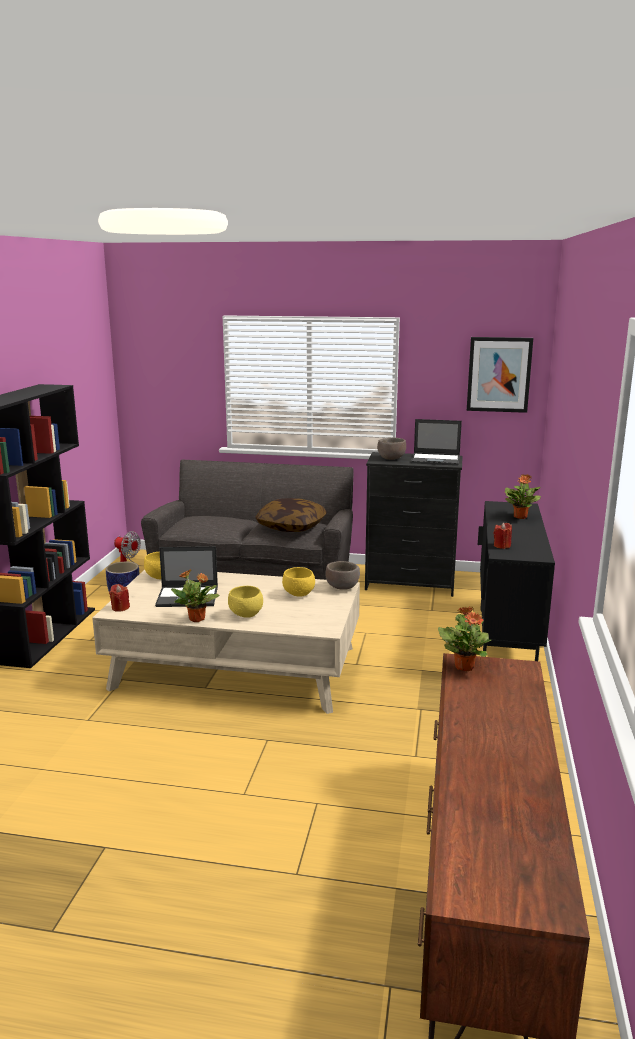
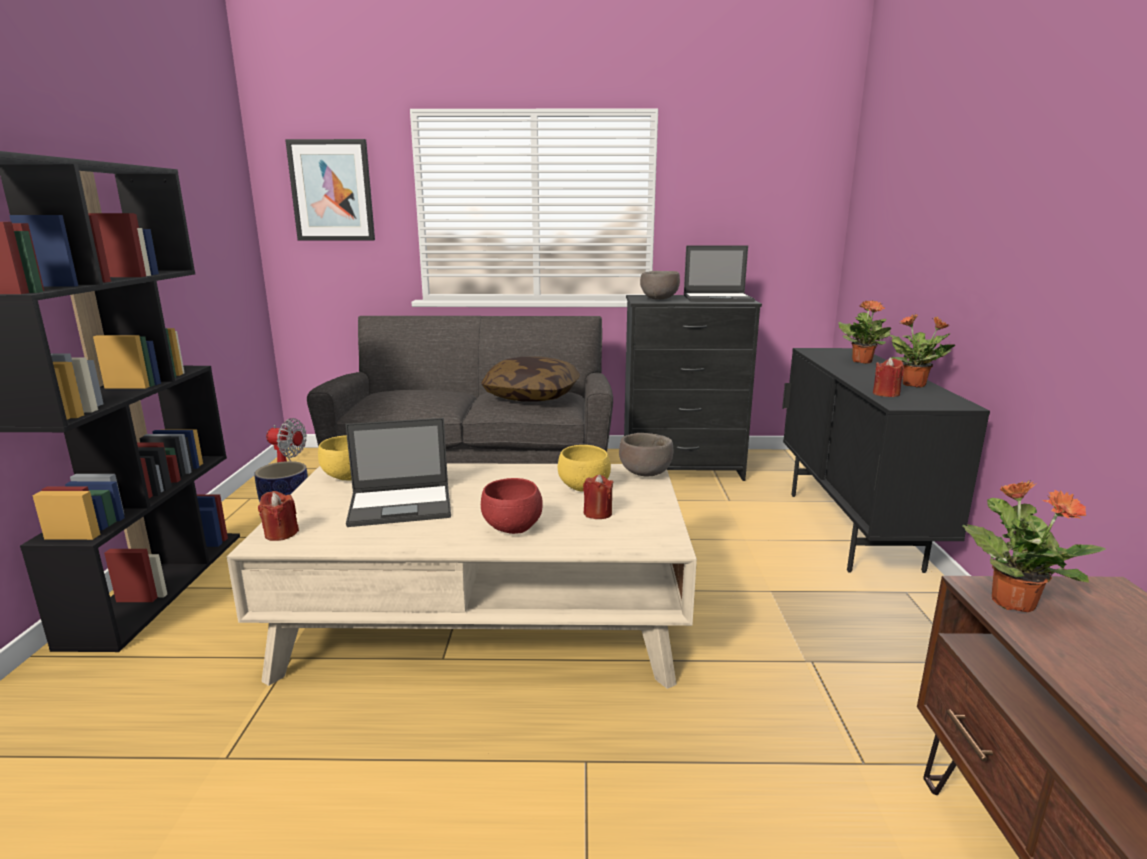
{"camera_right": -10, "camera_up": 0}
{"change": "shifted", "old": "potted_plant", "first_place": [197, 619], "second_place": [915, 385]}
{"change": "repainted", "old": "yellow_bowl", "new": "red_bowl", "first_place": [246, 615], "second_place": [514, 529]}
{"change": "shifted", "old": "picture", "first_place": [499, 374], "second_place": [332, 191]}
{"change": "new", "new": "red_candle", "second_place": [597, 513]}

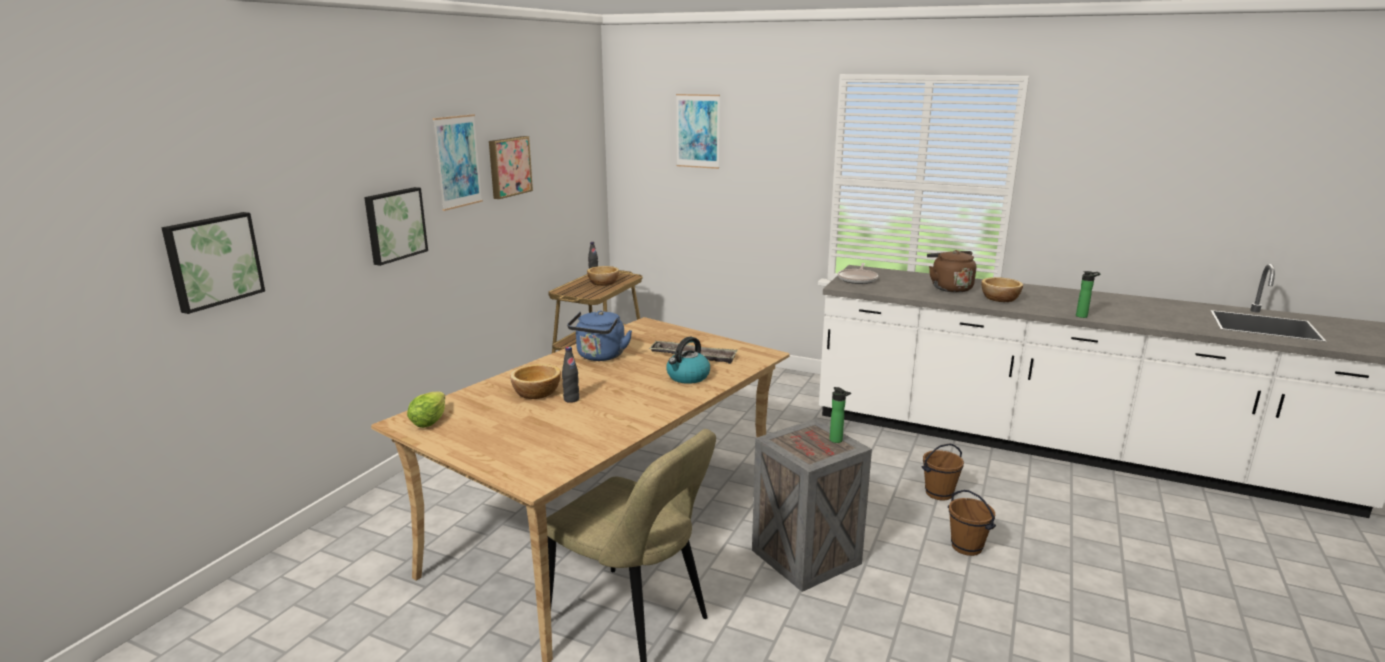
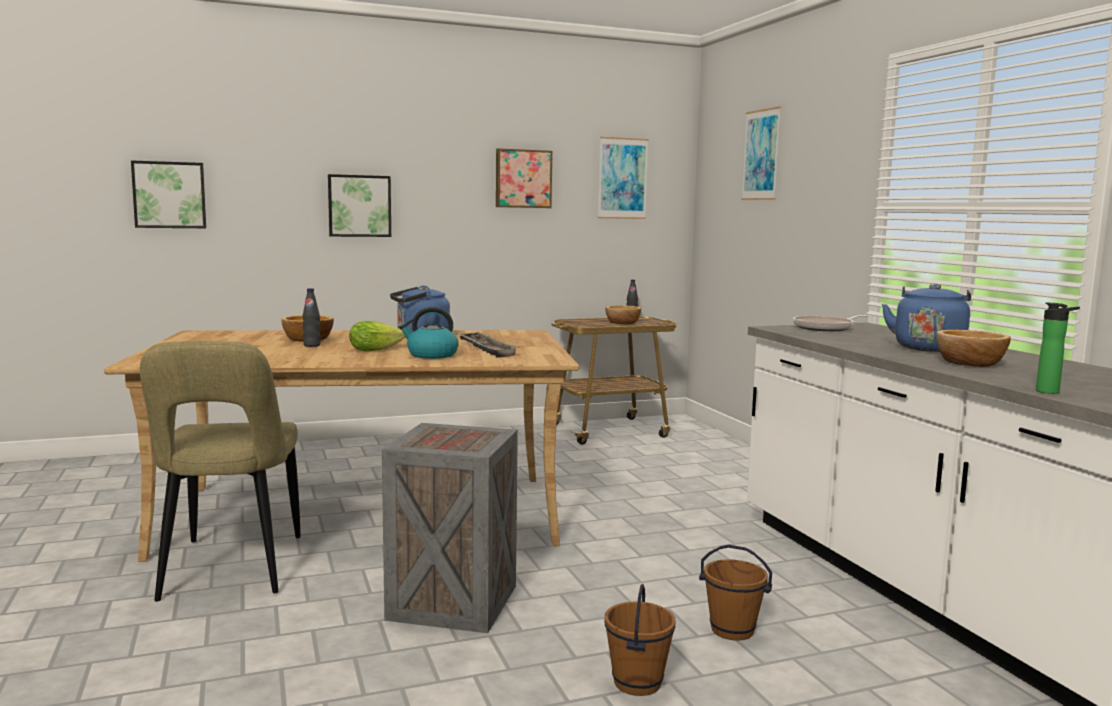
{"camera_right": 45, "camera_up": -10}
{"change": "shifted", "old": "lettuce", "first_place": [431, 419], "second_place": [378, 349]}
{"change": "shifted", "old": "picture", "first_place": [457, 161], "second_place": [622, 178]}
{"change": "gone", "old": "bottle", "first_place": [837, 441]}
{"change": "repainted", "old": "brown_kettle", "new": "blue_kettle", "first_place": [949, 288], "second_place": [928, 348]}

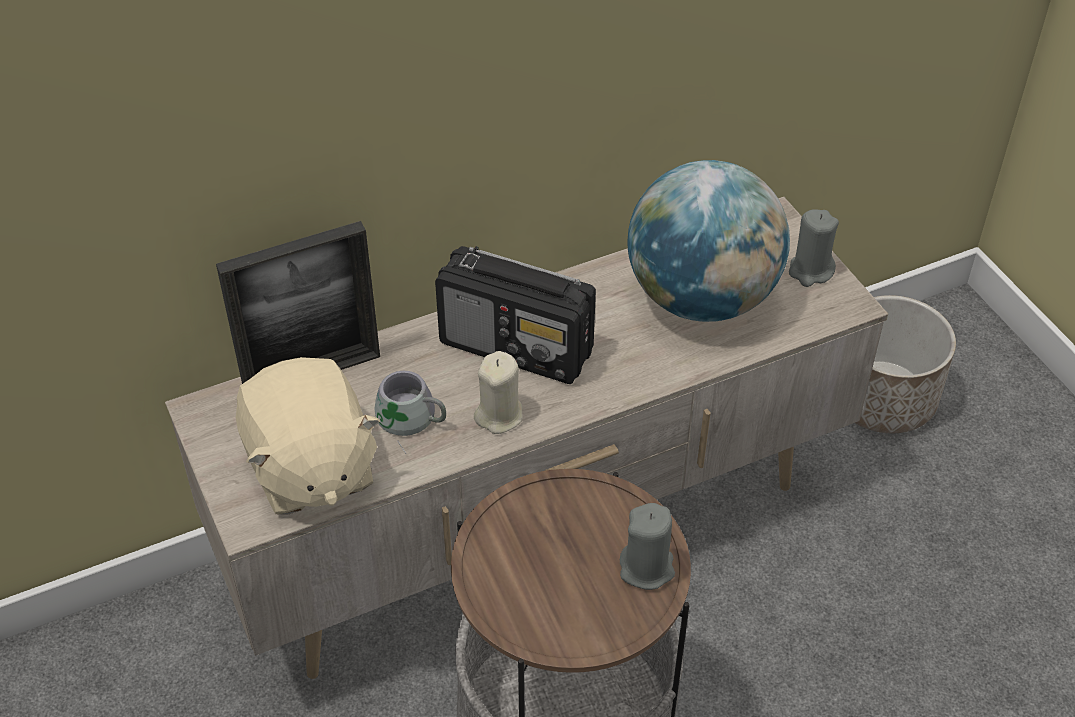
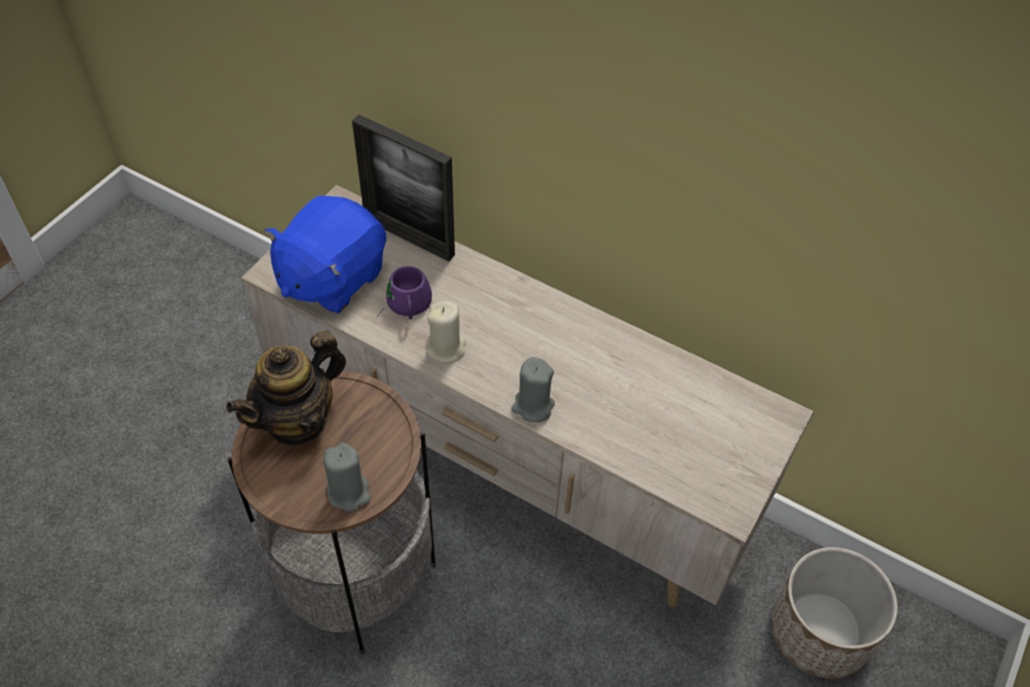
{"camera_right": 55, "camera_up": 5}
{"change": "repainted", "old": "beige_plush_toy", "new": "blue_plush_toy", "first_place": [310, 469], "second_place": [331, 278]}
{"change": "repainted", "old": "grey_mug", "new": "purple_mug", "first_place": [409, 422], "second_place": [404, 305]}
{"change": "gone", "old": "radio", "first_place": [517, 348]}
{"change": "gone", "old": "globe", "first_place": [701, 298]}
{"change": "shifted", "old": "grey_candle", "first_place": [810, 271], "second_place": [533, 406]}
{"change": "new", "new": "teapot", "second_place": [298, 421]}

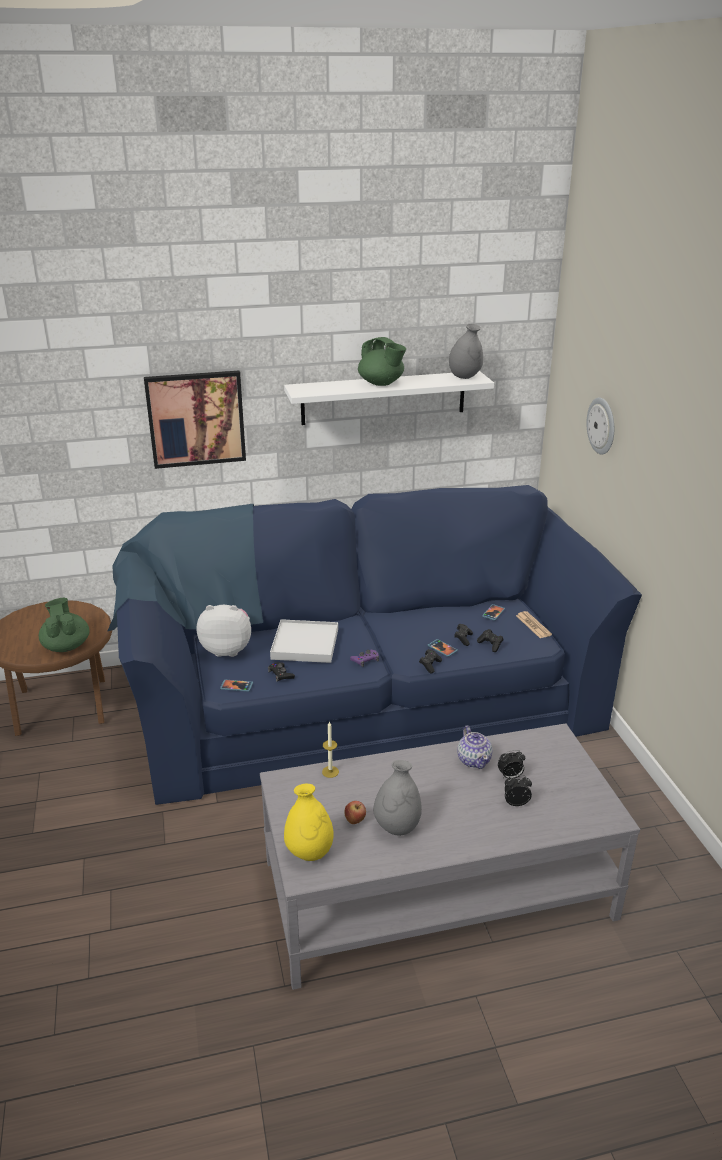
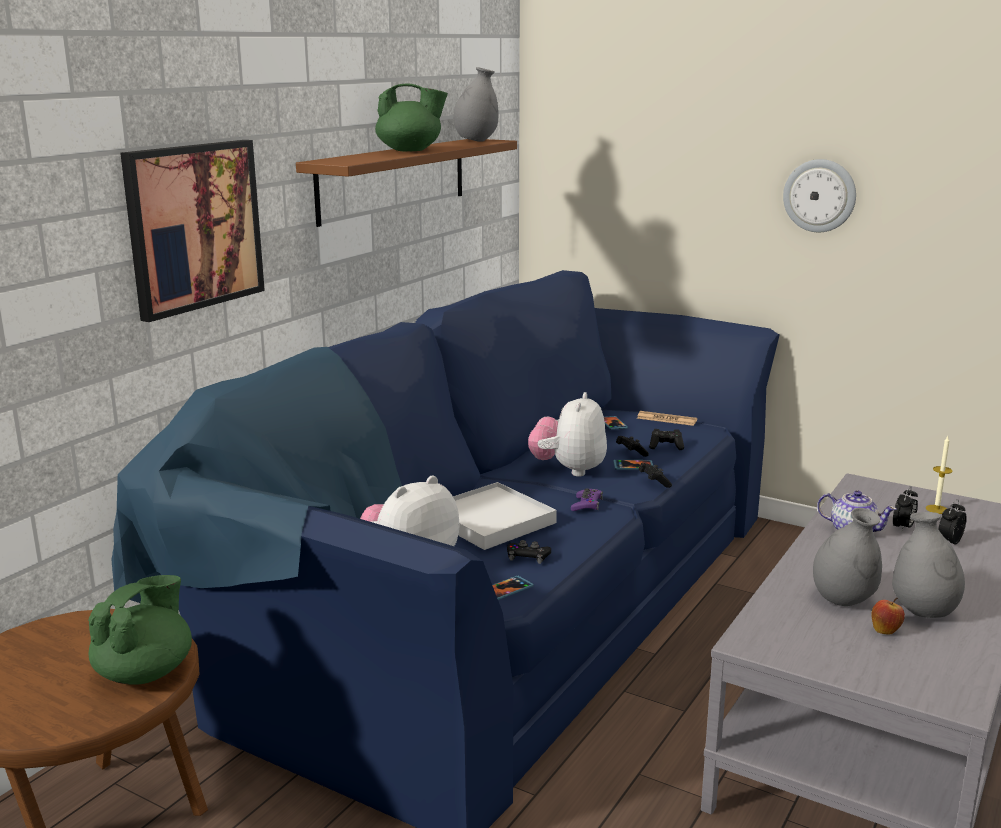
{"camera_right": -45, "camera_up": -10}
{"change": "rotated", "old": "green_teapot", "first_place": [66, 646], "second_place": [146, 672], "degrees": 90}
{"change": "repainted", "old": "white_shelf", "new": "brown_shelf", "first_place": [383, 398], "second_place": [393, 179]}
{"change": "gone", "old": "yellow_vase", "first_place": [309, 852]}
{"change": "shifted", "old": "candle", "first_place": [330, 772], "second_place": [936, 509]}
{"change": "shifted", "old": "wall_clock", "first_place": [602, 425], "second_place": [819, 195]}
{"change": "new", "new": "plush_toy", "second_place": [569, 470]}
{"change": "new", "new": "grey_vase", "second_place": [843, 600]}

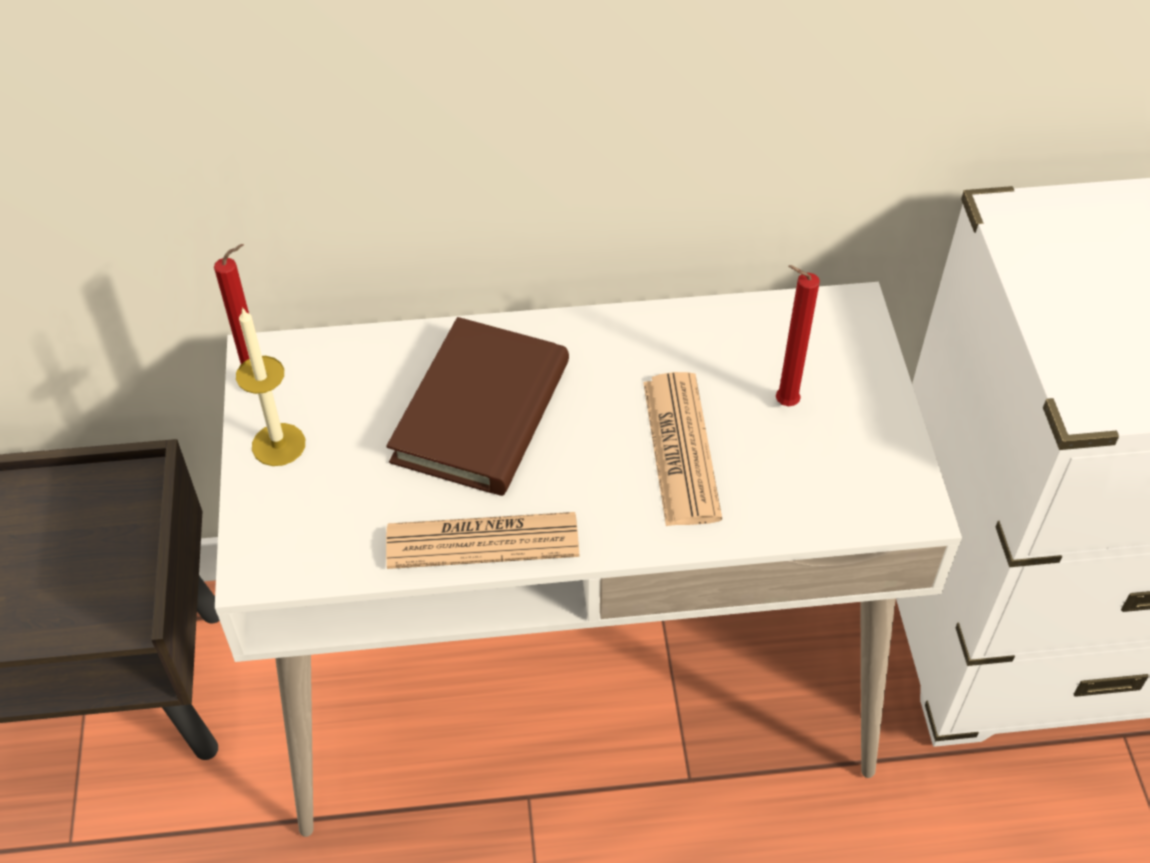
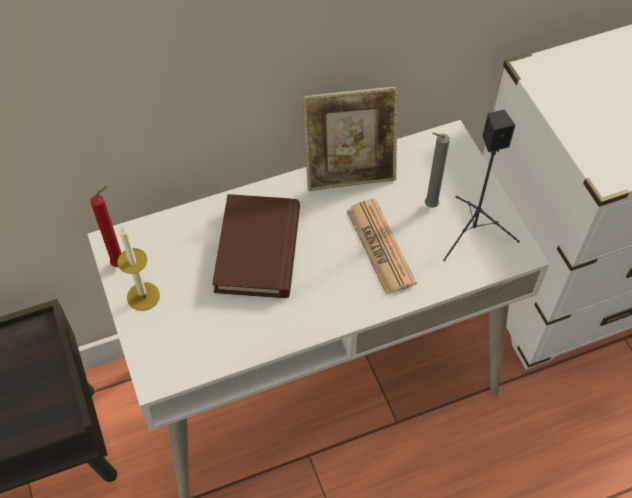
{"camera_right": -15, "camera_up": 5}
{"change": "gone", "old": "newspaper", "first_place": [482, 541]}
{"change": "repainted", "old": "red_candle", "new": "grey_candle", "first_place": [782, 403], "second_place": [428, 206]}
{"change": "new", "new": "picture_frame", "second_place": [349, 172]}
{"change": "new", "new": "black_speaker", "second_place": [474, 232]}

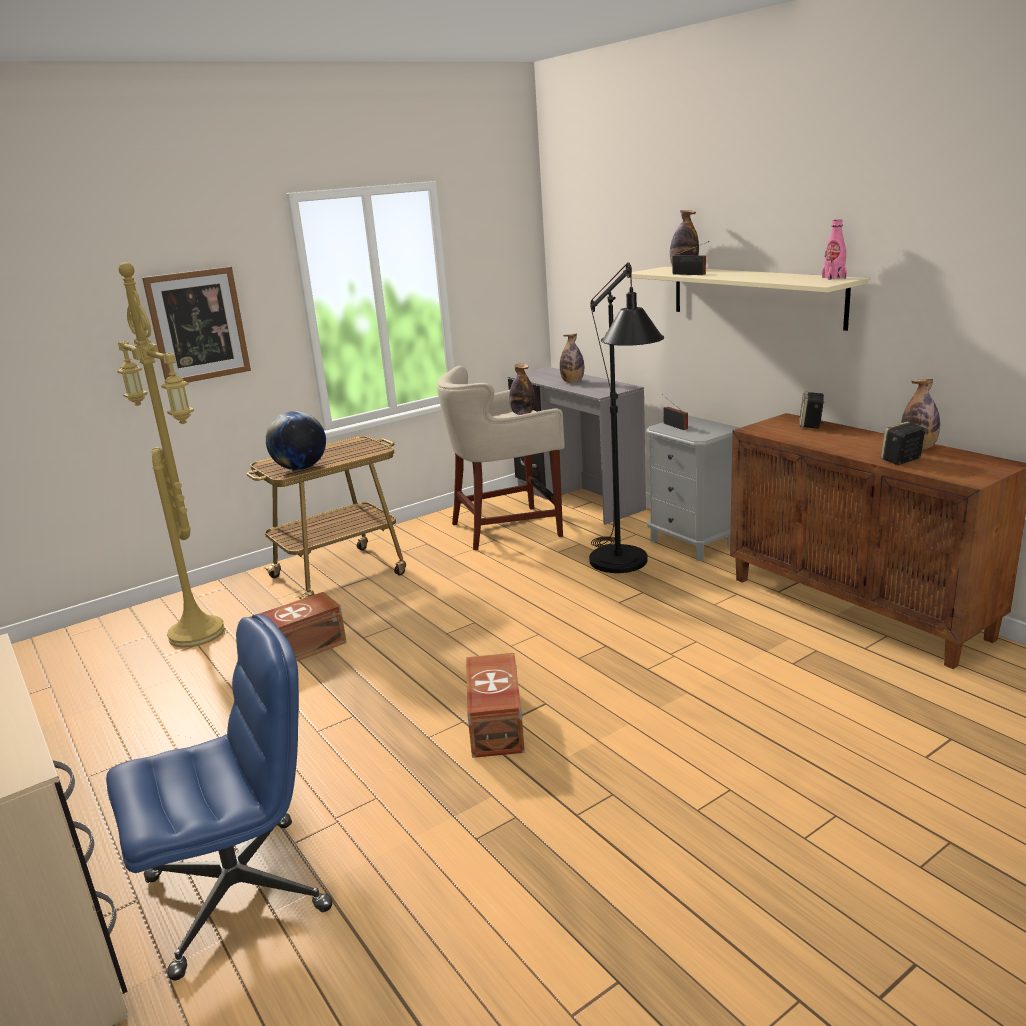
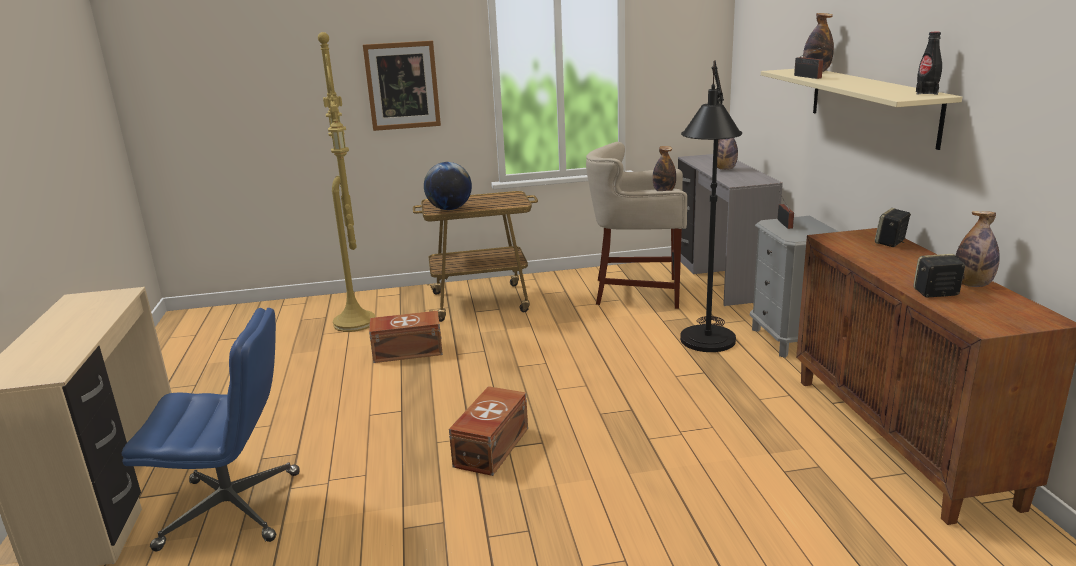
{"camera_right": 25, "camera_up": 0}
{"change": "repainted", "old": "pink_bottle", "new": "black_bottle", "first_place": [833, 278], "second_place": [926, 93]}

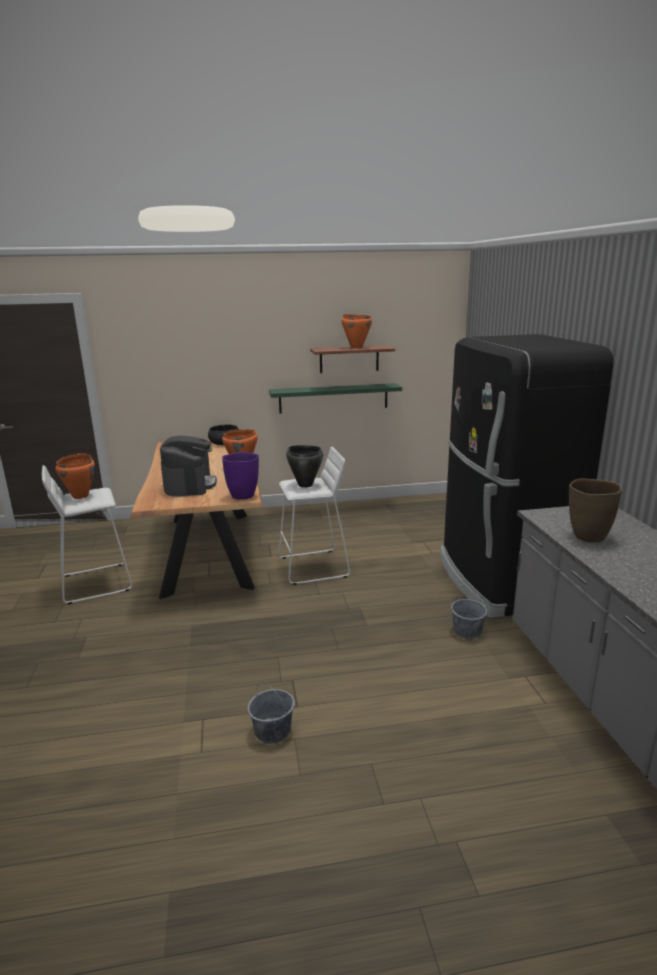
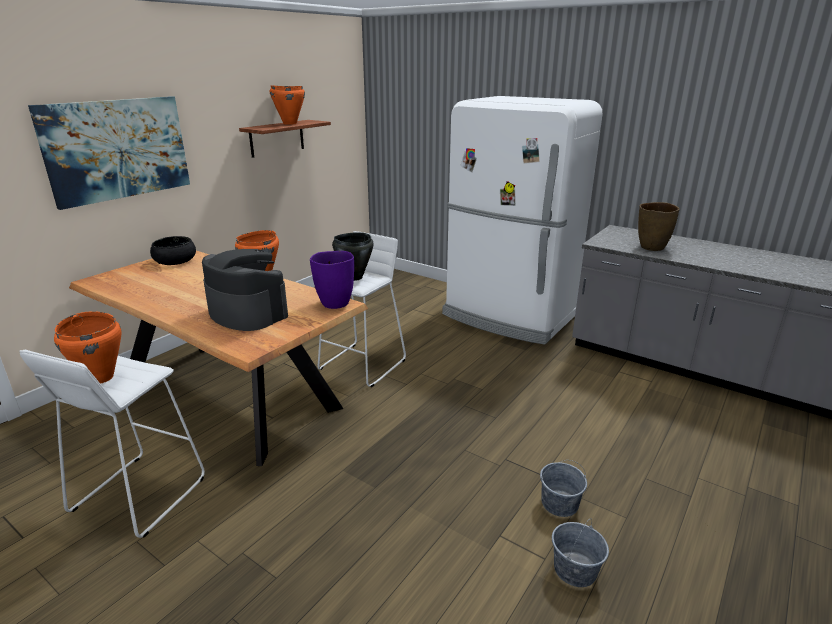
{"camera_right": -45, "camera_up": 5}
{"change": "gone", "old": "green_shelf", "first_place": [333, 398]}
{"change": "repainted", "old": "black_fridge", "new": "white_fridge", "first_place": [500, 580], "second_place": [508, 317]}
{"change": "shifted", "old": "grey_bucket", "first_place": [467, 630], "second_place": [575, 569]}
{"change": "new", "new": "picture", "second_place": [117, 149]}

